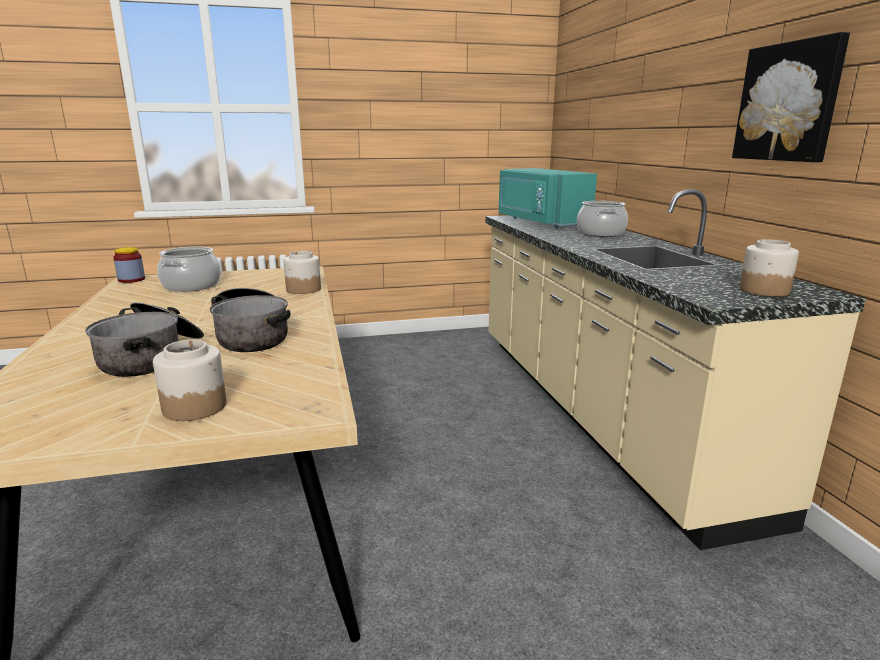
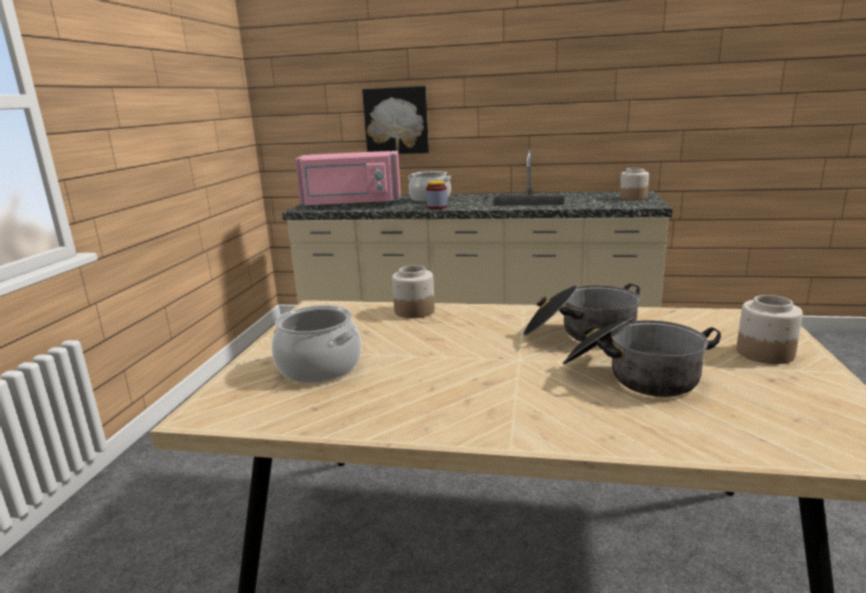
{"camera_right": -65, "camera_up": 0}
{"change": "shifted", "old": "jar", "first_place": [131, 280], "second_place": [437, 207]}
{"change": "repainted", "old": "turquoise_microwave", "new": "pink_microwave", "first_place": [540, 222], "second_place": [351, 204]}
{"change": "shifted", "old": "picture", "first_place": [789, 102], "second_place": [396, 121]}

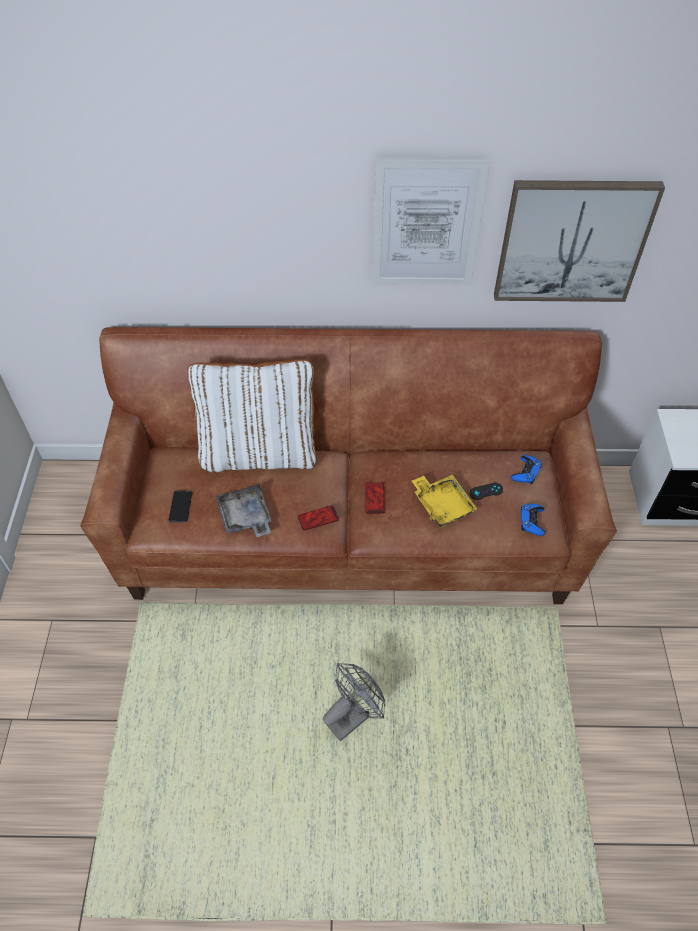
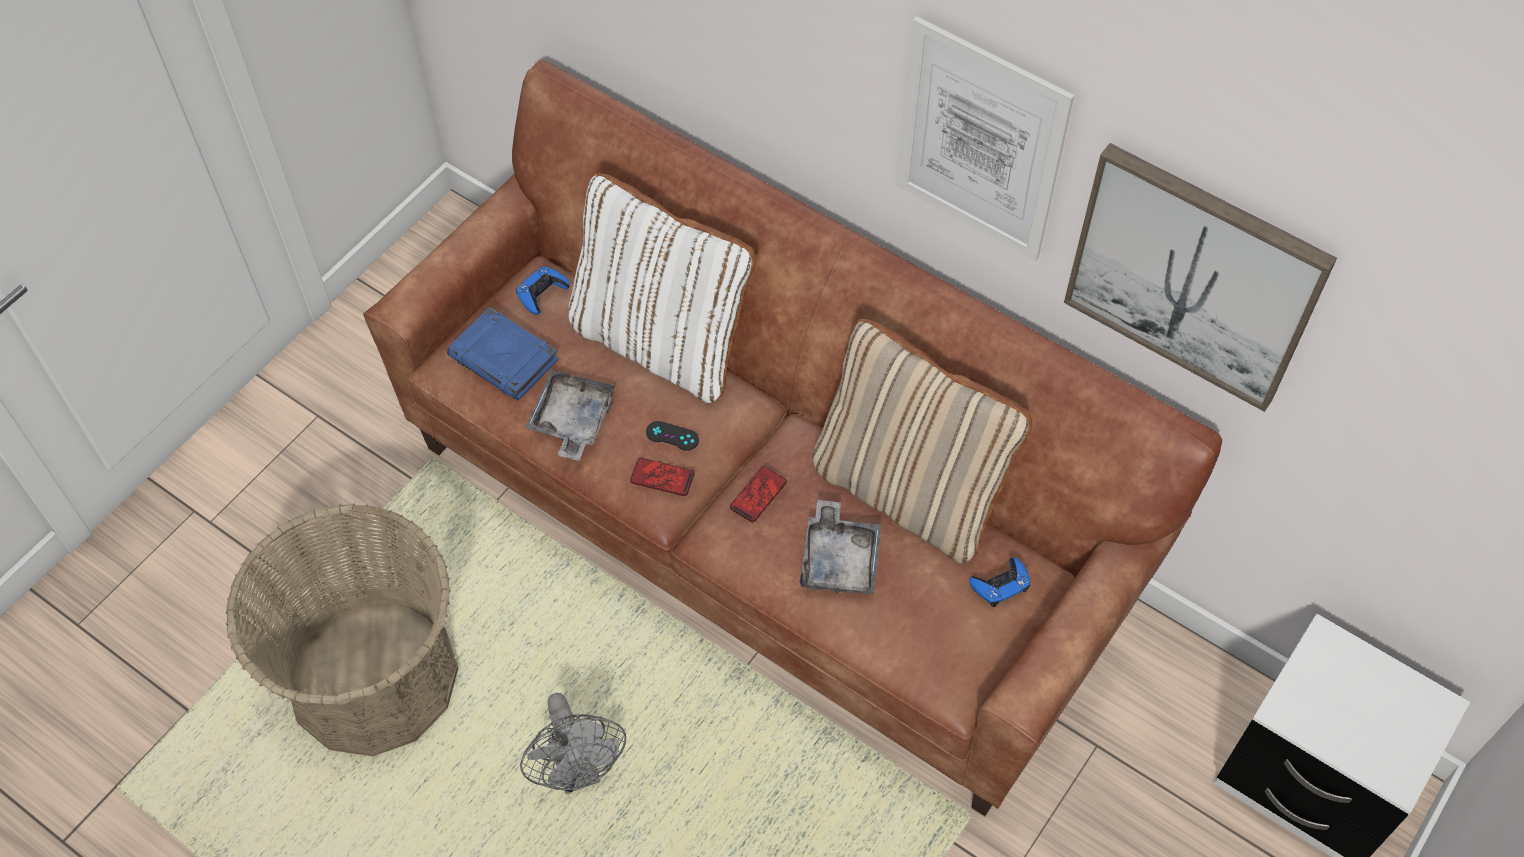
{"camera_right": 35, "camera_up": 5}
{"change": "swapped", "old": "phone", "new": "blue_book", "first_place": [180, 507], "second_place": [505, 359]}
{"change": "rotated", "old": "grey_fan", "first_place": [352, 715], "second_place": [578, 771], "degrees": 75}
{"change": "repainted", "old": "yellow_tray", "new": "grey_tray", "first_place": [442, 505], "second_place": [839, 559]}
{"change": "shifted", "old": "black_game_controller", "first_place": [486, 491], "second_place": [672, 436]}
{"change": "shifted", "old": "blue_game_controller", "first_place": [532, 521], "second_place": [542, 293]}
{"change": "new", "new": "basket", "second_place": [374, 677]}
{"change": "new", "new": "beige_pillow", "second_place": [909, 491]}

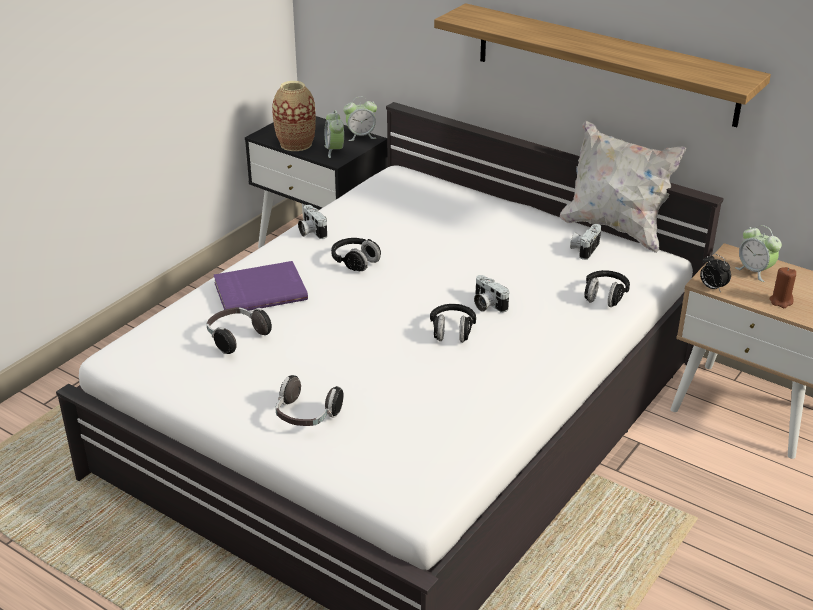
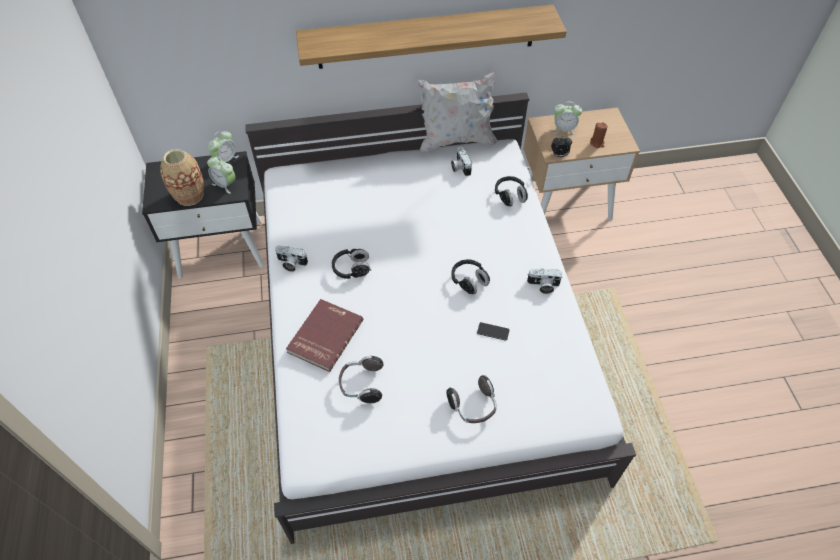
{"camera_right": -45, "camera_up": 20}
{"change": "repainted", "old": "purple_book", "new": "red_book", "first_place": [260, 290], "second_place": [324, 336]}
{"change": "shifted", "old": "photo_camera", "first_place": [487, 304], "second_place": [543, 286]}
{"change": "new", "new": "phone", "second_place": [493, 331]}

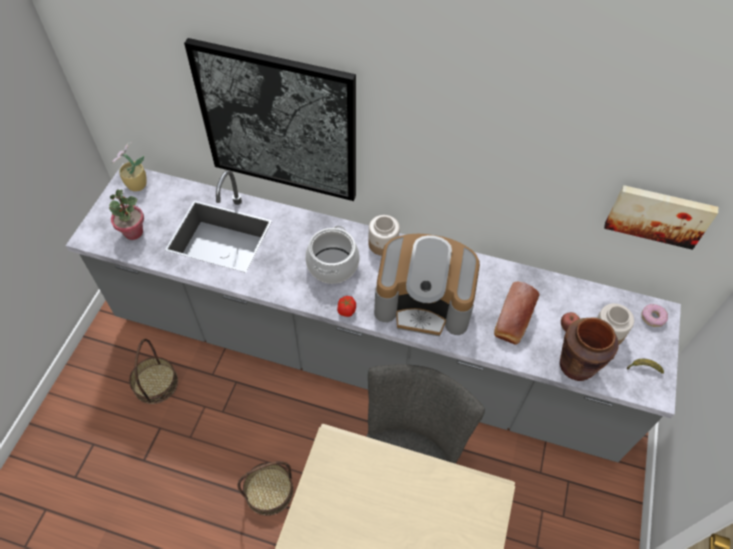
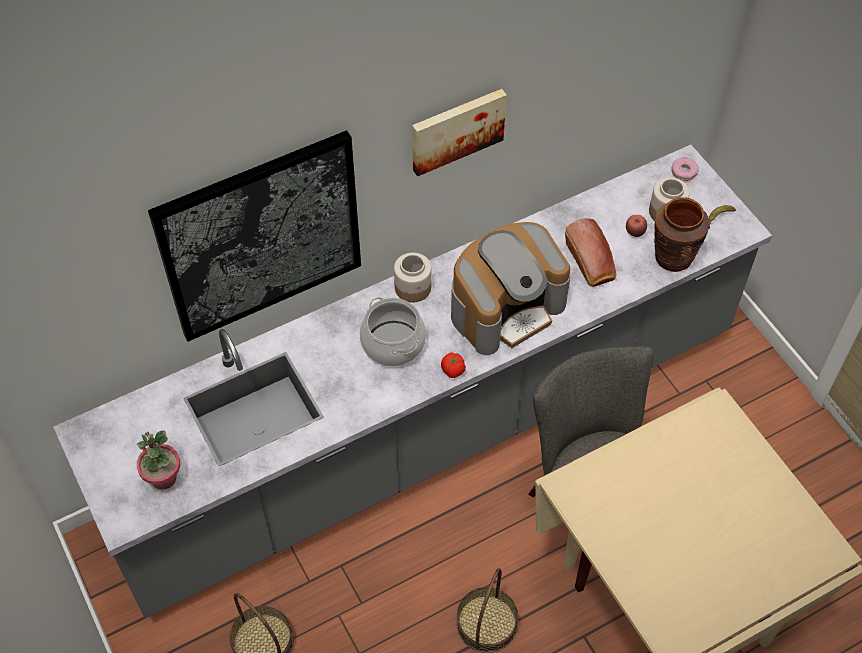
{"camera_right": -45, "camera_up": 0}
{"change": "gone", "old": "potted_plant", "first_place": [136, 185]}
{"change": "shifted", "old": "picture", "first_place": [659, 214], "second_place": [456, 129]}

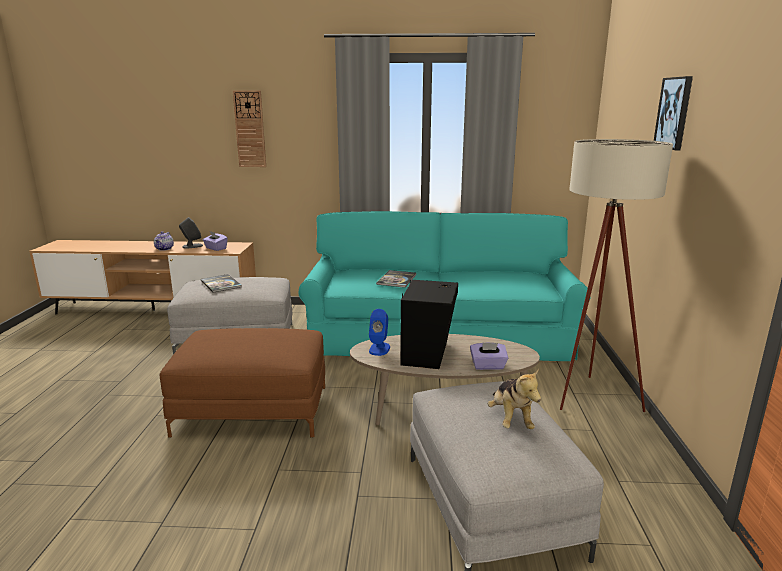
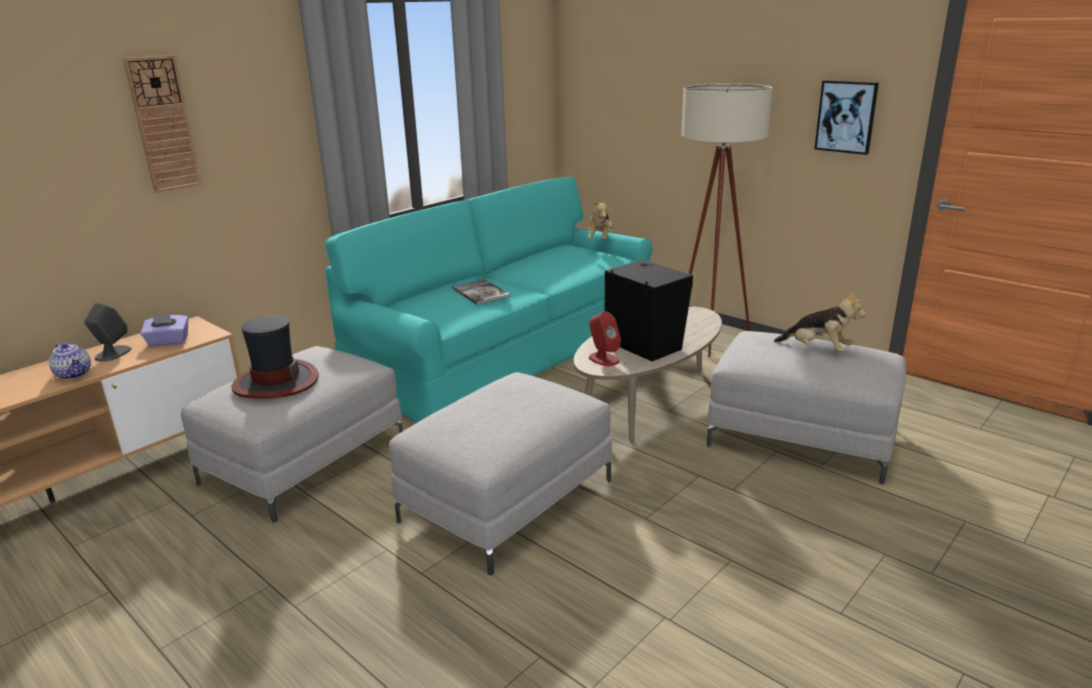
{"camera_right": -50, "camera_up": 5}
{"change": "repainted", "old": "brown_ottoman", "new": "grey_ottoman", "first_place": [253, 409], "second_place": [506, 499]}
{"change": "swapped", "old": "book", "new": "hat", "first_place": [221, 284], "second_place": [275, 382]}
{"change": "repainted", "old": "blue_speaker", "new": "red_speaker", "first_place": [379, 349], "second_place": [603, 359]}
{"change": "gone", "old": "purple_tissue_box", "first_place": [488, 366]}
{"change": "shifted", "old": "picture", "first_place": [674, 113], "second_place": [846, 116]}
{"change": "new", "new": "plush_toy", "second_place": [600, 239]}

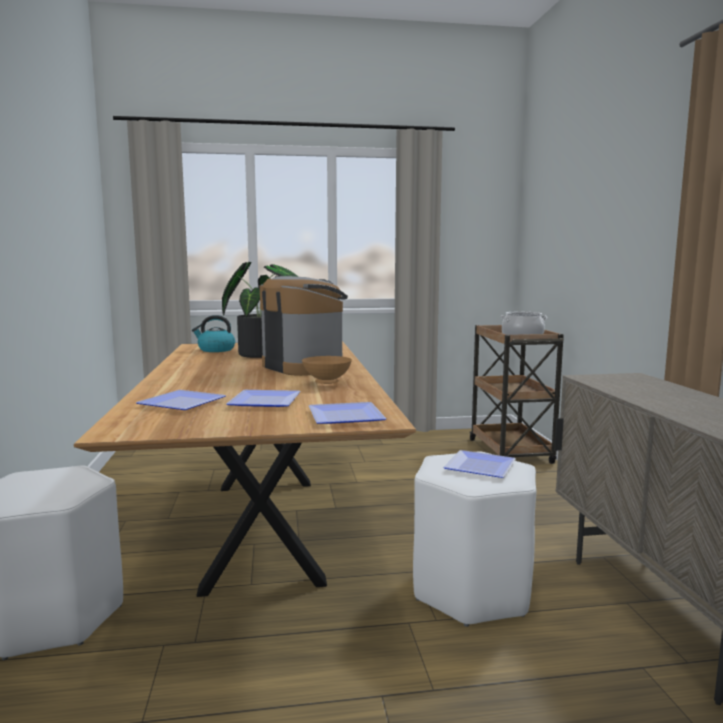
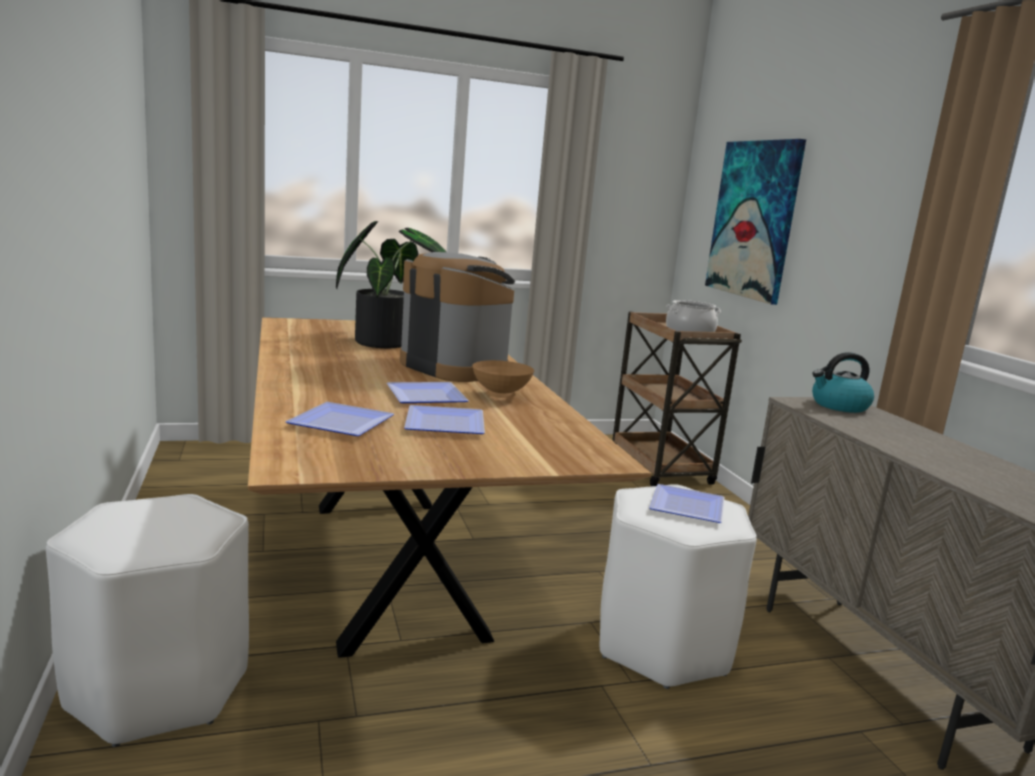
{"camera_right": -10, "camera_up": 5}
{"change": "shifted", "old": "kettle", "first_place": [215, 350], "second_place": [839, 406]}
{"change": "shifted", "old": "plate", "first_place": [343, 416], "second_place": [423, 396]}
{"change": "new", "new": "picture", "second_place": [753, 219]}

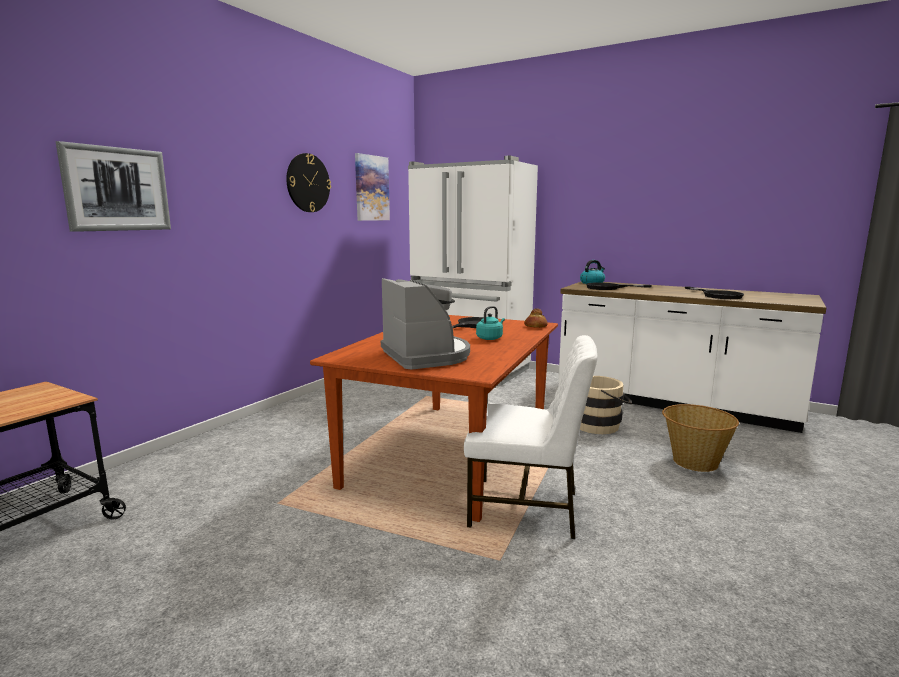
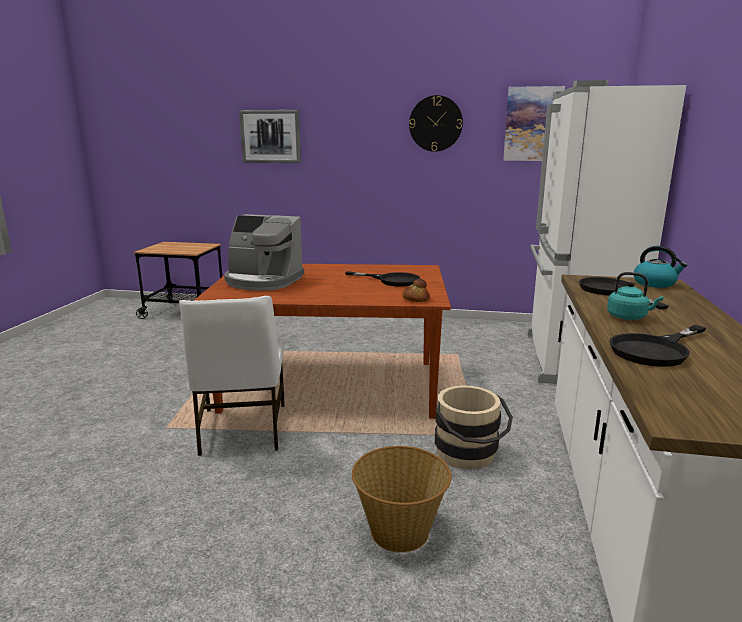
{"camera_right": 70, "camera_up": 5}
{"change": "rotated", "old": "coffee_machine", "first_place": [426, 356], "second_place": [263, 281], "degrees": 60}
{"change": "shifted", "old": "turquoise_kettle", "first_place": [490, 338], "second_place": [629, 317]}

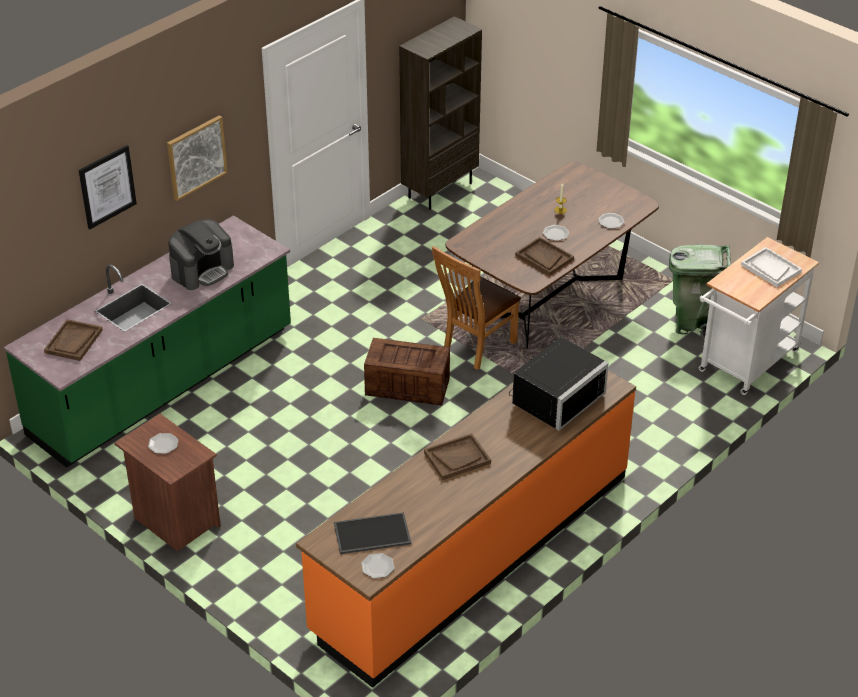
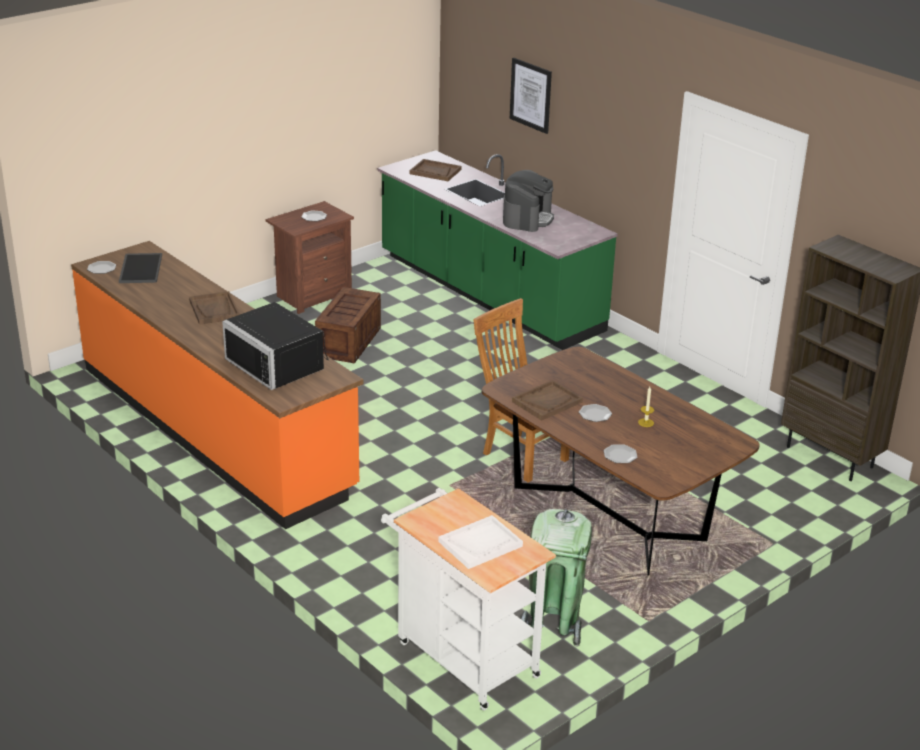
{"camera_right": 95, "camera_up": -10}
{"change": "gone", "old": "picture", "first_place": [196, 157]}
{"change": "rotated", "old": "coffee_machine", "first_place": [202, 270], "second_place": [527, 218], "degrees": -120}
{"change": "shifted", "old": "crate", "first_place": [406, 386], "second_place": [349, 341]}

